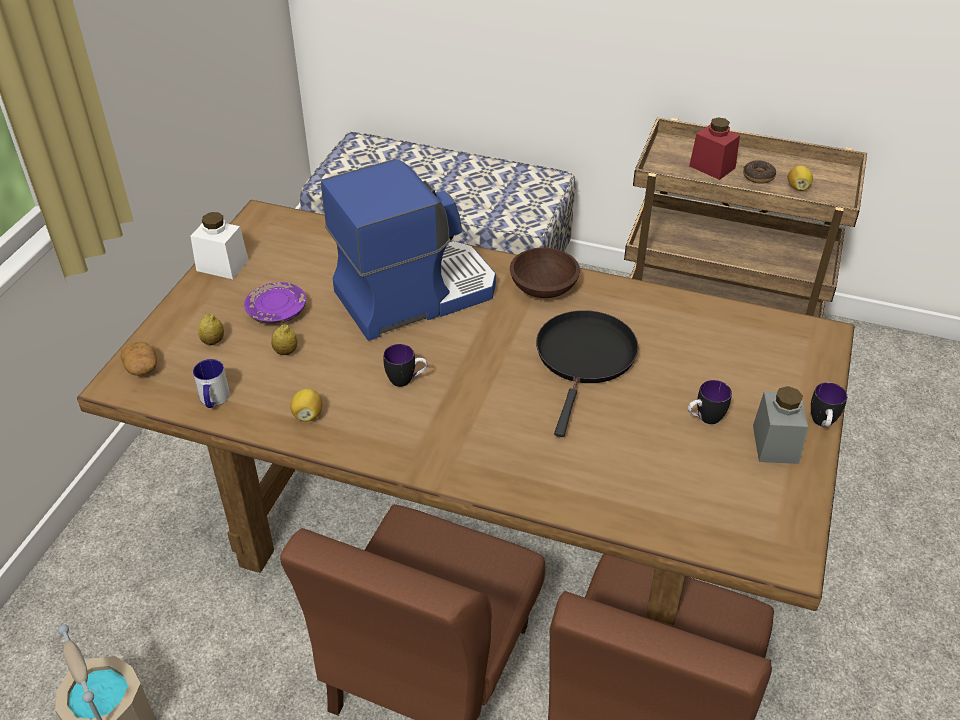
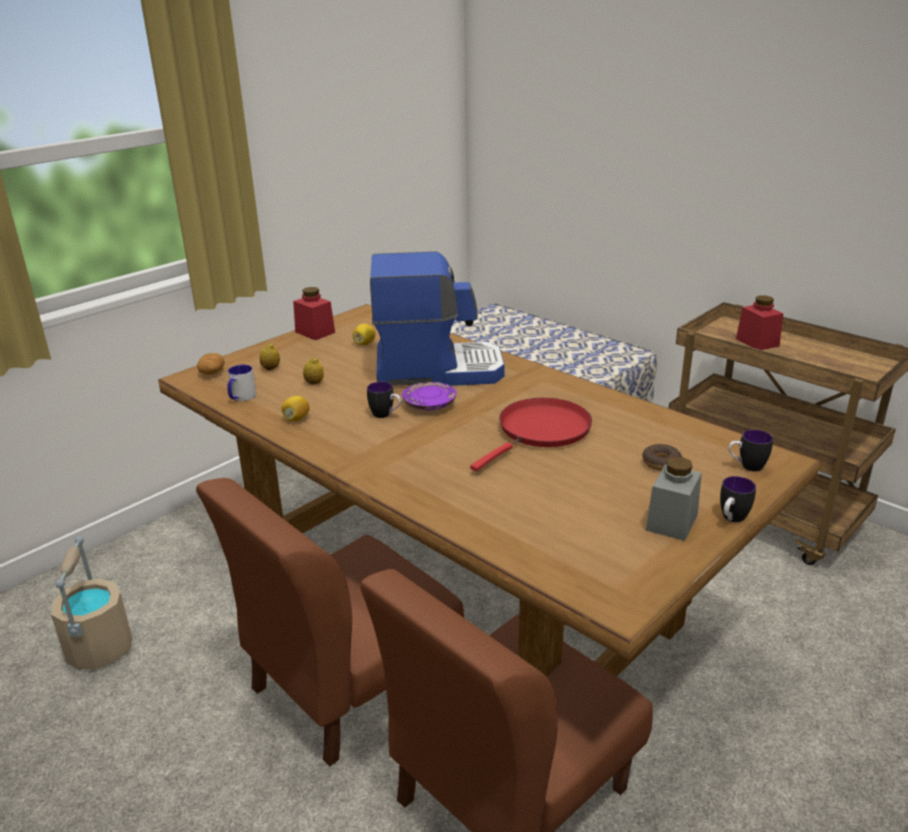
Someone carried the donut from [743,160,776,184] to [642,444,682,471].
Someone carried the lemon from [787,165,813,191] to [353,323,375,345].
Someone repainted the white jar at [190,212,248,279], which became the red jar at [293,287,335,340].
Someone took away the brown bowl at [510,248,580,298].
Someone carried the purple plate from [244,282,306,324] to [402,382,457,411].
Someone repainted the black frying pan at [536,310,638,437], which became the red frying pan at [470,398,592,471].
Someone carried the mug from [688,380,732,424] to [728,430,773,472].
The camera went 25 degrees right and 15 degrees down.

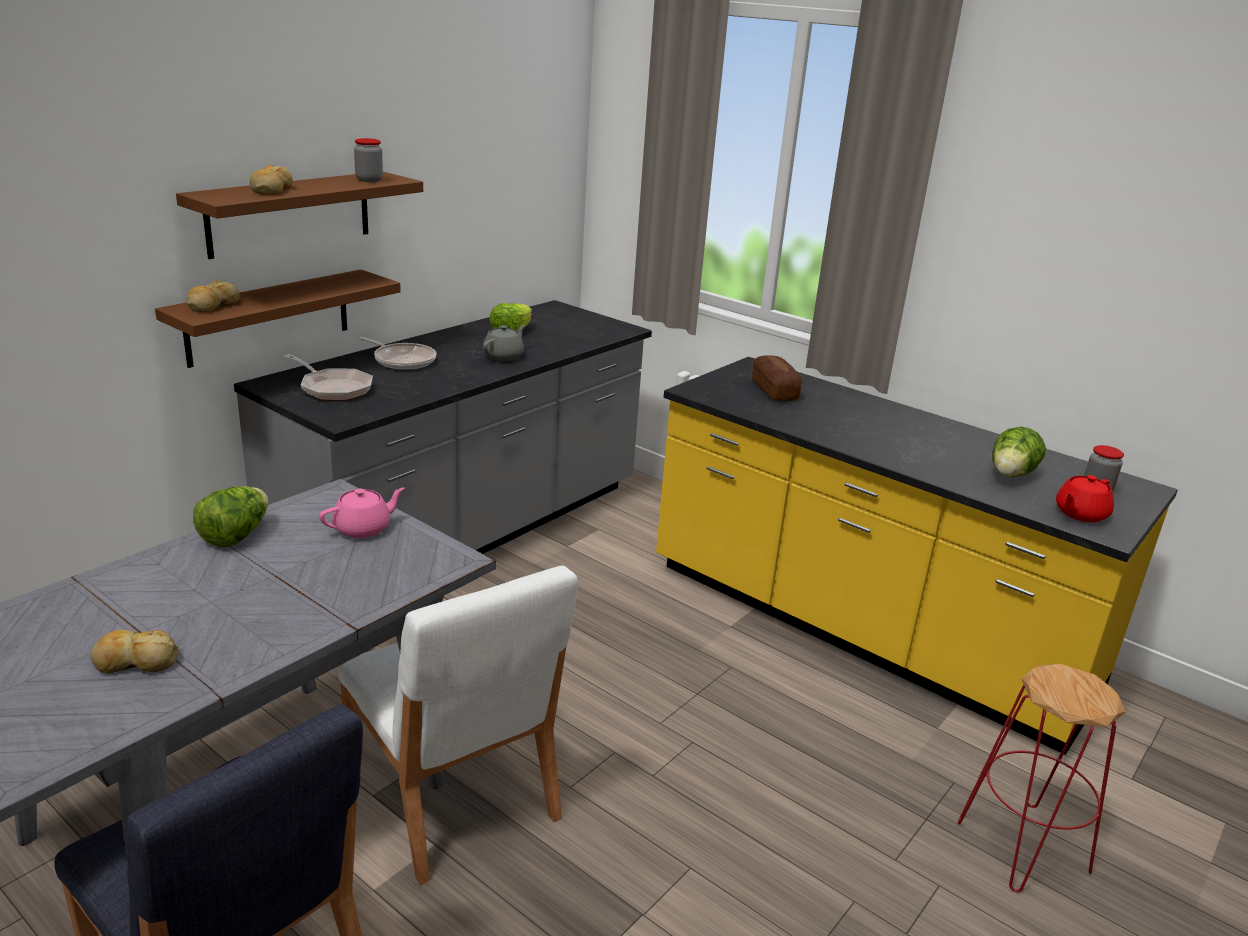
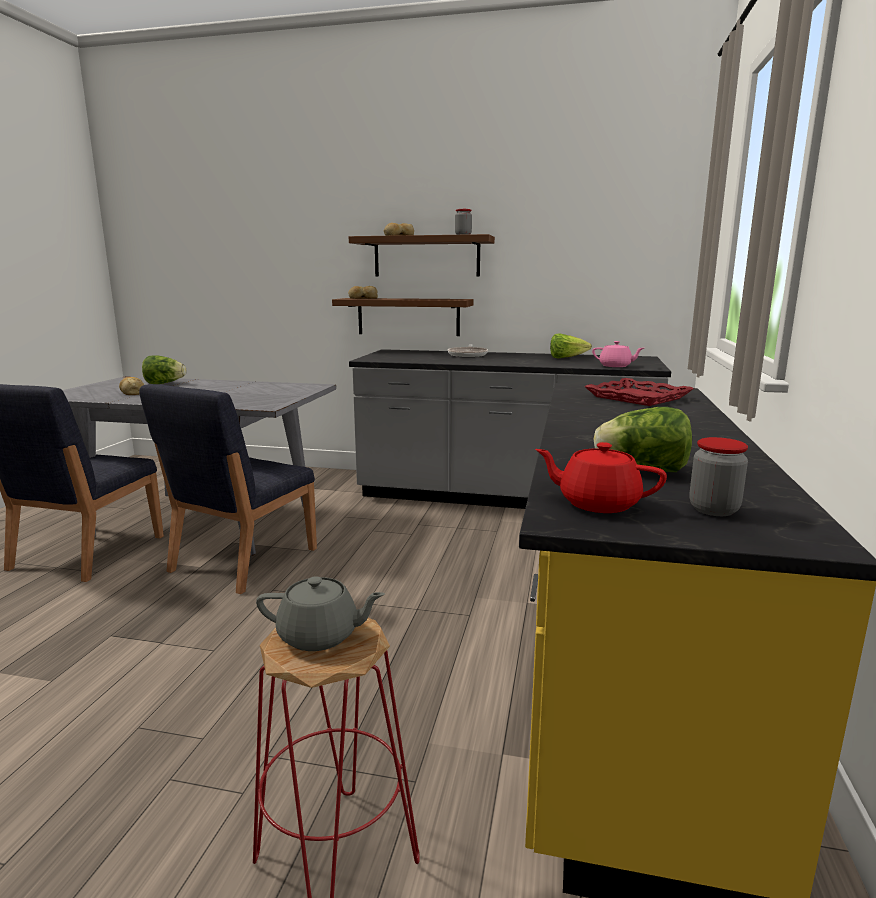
Someone carried the grey teapot from [483,324,525,361] to [256,576,385,651].
Someone took away the frying pan at [283,354,373,401].
Someone swapped the bread at [752,355,803,401] for the red tray at [584,378,694,406].
Someone carried the lettuce from [193,486,269,547] to [142,355,187,384].
Someone carried the pink teapot from [319,487,405,538] to [592,341,644,367].
Someone repainted the white chair at [338,566,578,885], which became the blue chair at [139,384,317,594].
The camera went 65 degrees right and 10 degrees down.

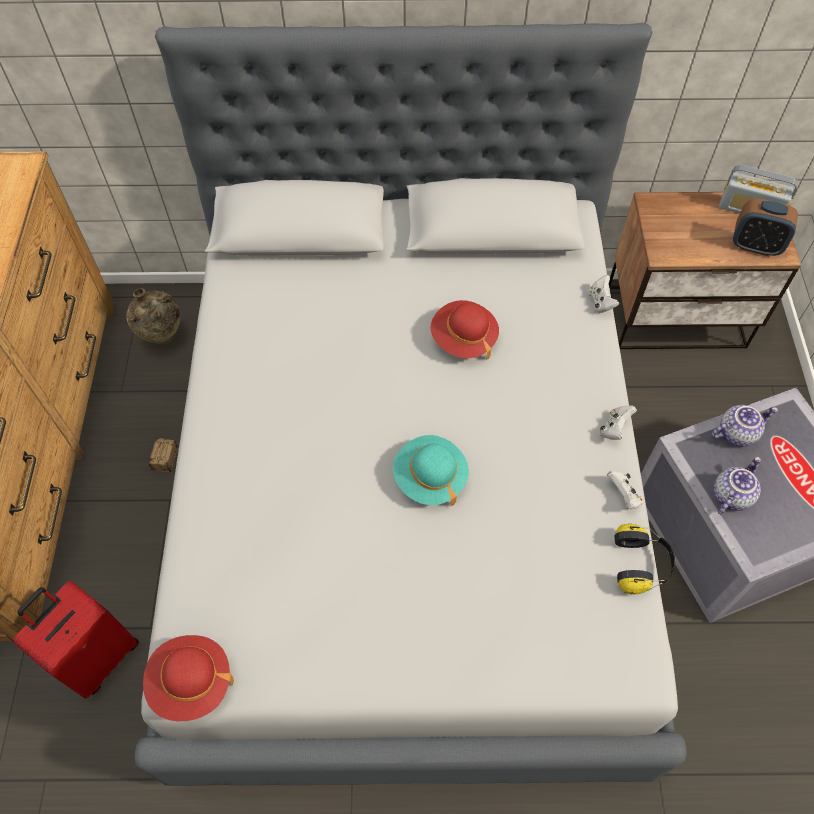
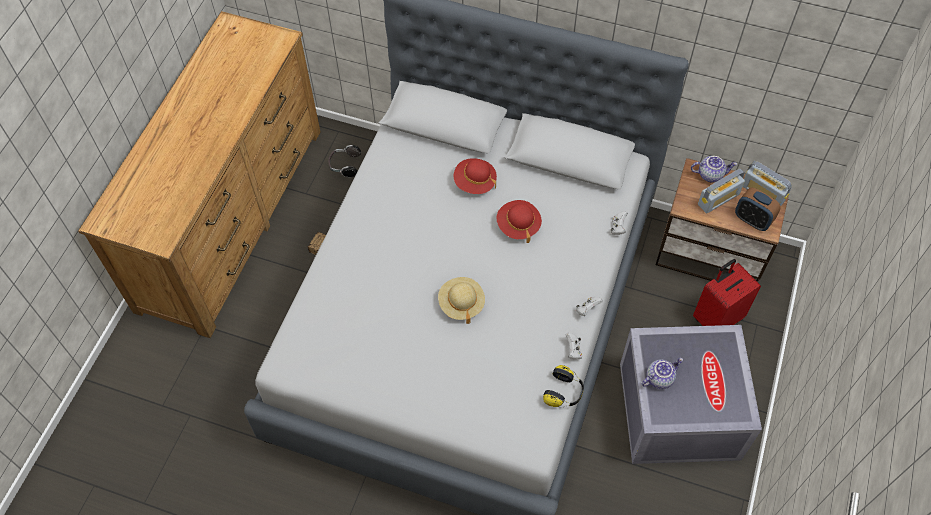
Someone swapped the beige vase at [126,288,180,344] for the headphones at [328,145,361,178].
Someone carried the teapot from [712,405,778,447] to [691,156,737,183].
Someone repainted the turquoise hat at [393,435,469,506], which became the beige hat at [438,277,485,324].
Someone carried the red suitcase from [13,581,139,699] to [693,259,761,326].
Someone carried the red hat from [143,635,234,721] to [454,158,497,194].
Someone put down the radio at [698,169,745,213].
The camera went 20 degrees right and 0 degrees up.

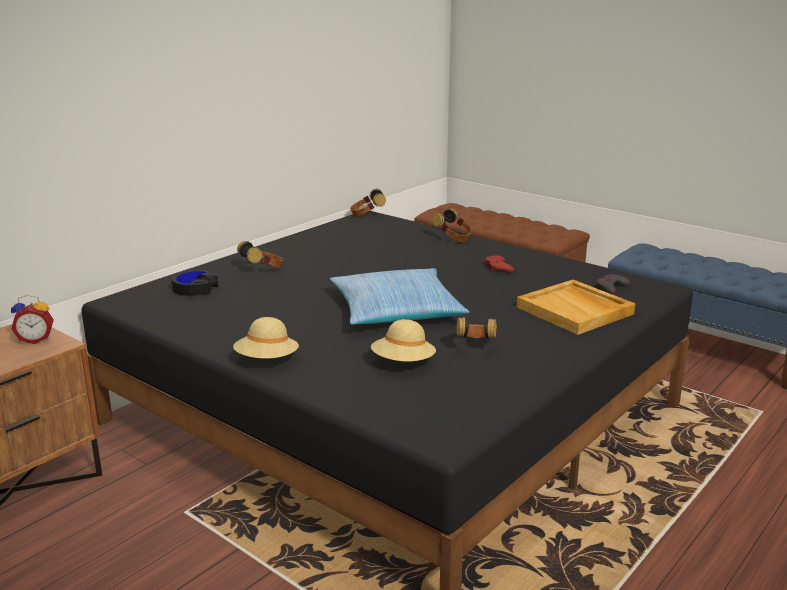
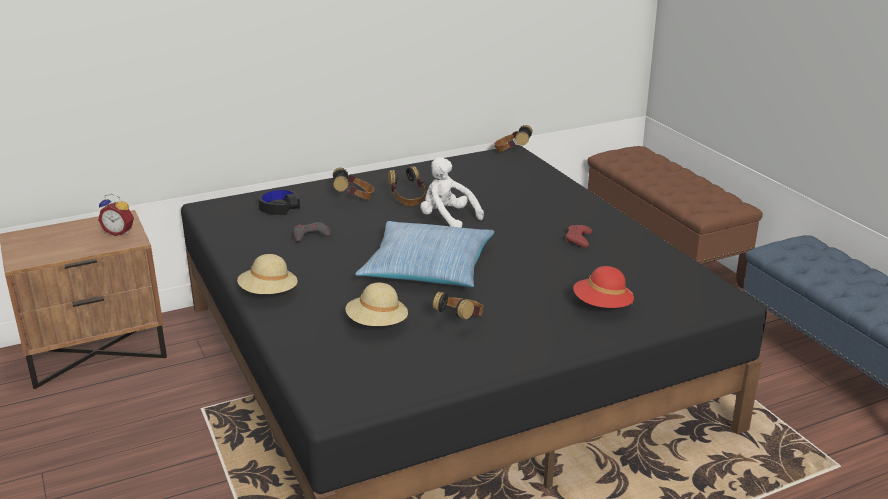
Someone carried the headphones from [432,208,472,242] to [388,166,425,206].
Someone carried the grey game controller from [596,274,630,294] to [293,222,331,242].
Someone swapped the beige tray at [517,280,635,335] for the red hat at [573,266,634,308].
Someone put down the white plush toy at [420,157,484,228].
The camera went 25 degrees right and 5 degrees up.

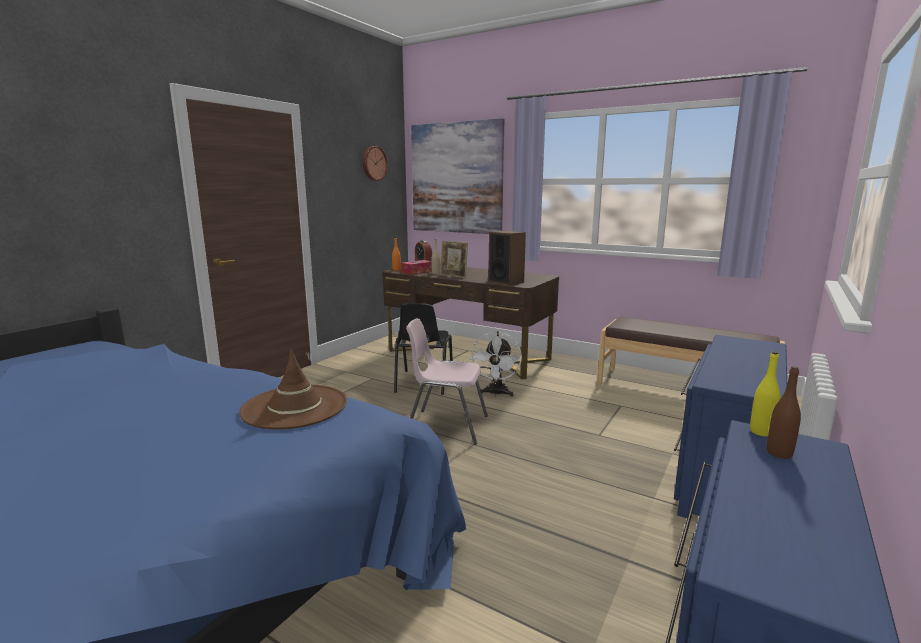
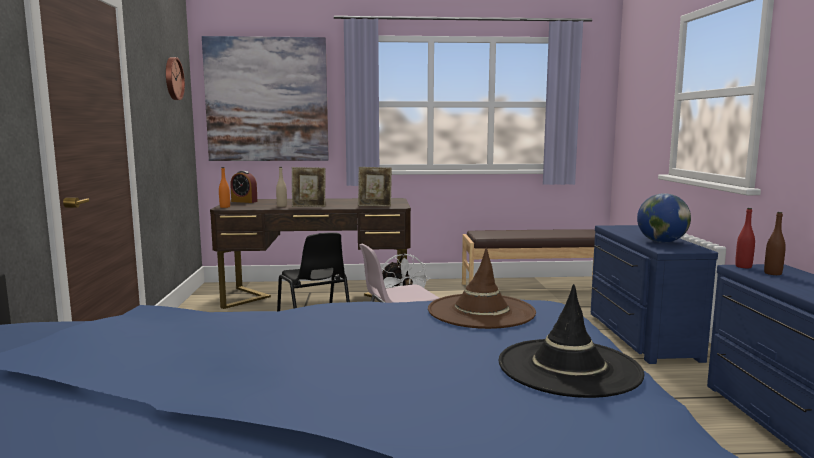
Someone swapped the speaker at [488,231,526,286] for the picture frame at [358,167,392,206].
Someone took away the tissue box at [401,260,432,275].
Someone repainted the yellow bottle at [750,351,781,437], which became the red bottle at [735,208,755,268].
Someone put down the globe at [637,193,691,243].
Someone put down the black hat at [498,284,645,398].
The camera went 35 degrees left and 5 degrees down.

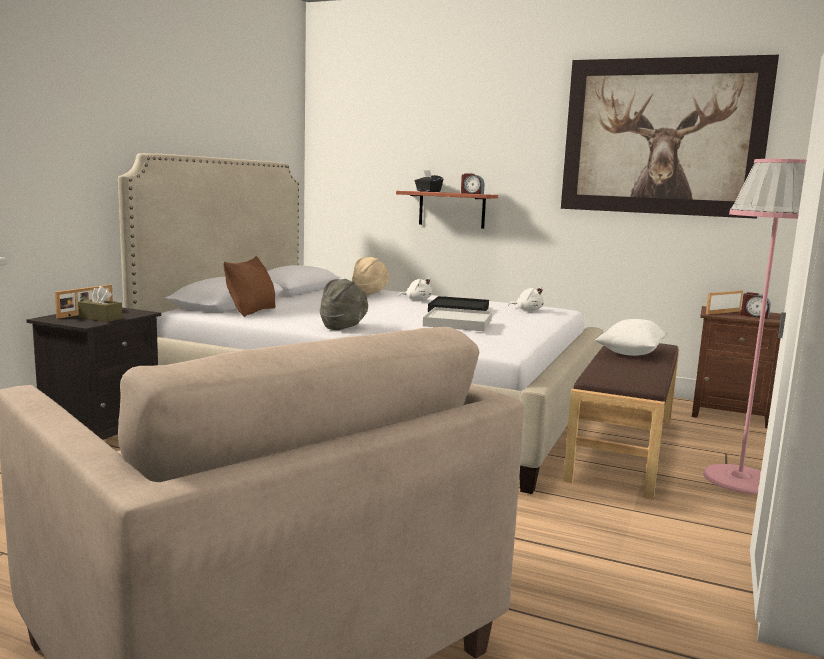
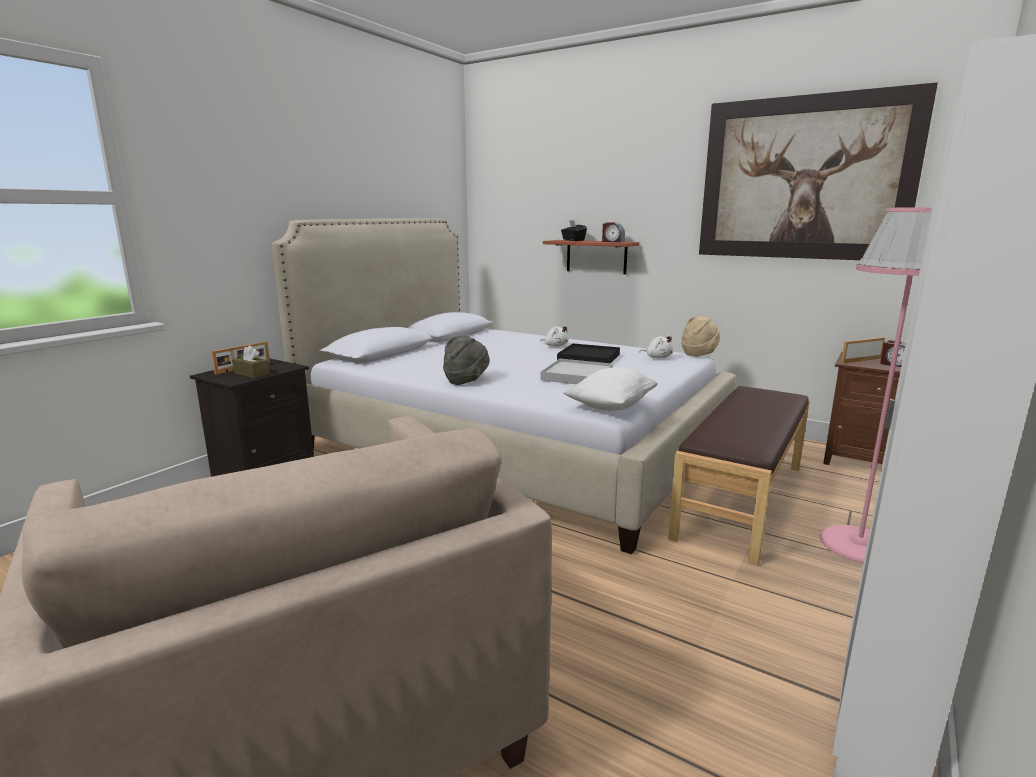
Someone took away the brown pillow at [223,256,275,317].
Someone carried the beige hat from [352,257,389,296] to [681,316,720,357].
Someone carried the white pillow from [595,319,668,356] to [563,367,658,411].
The camera went 10 degrees right and 5 degrees up.

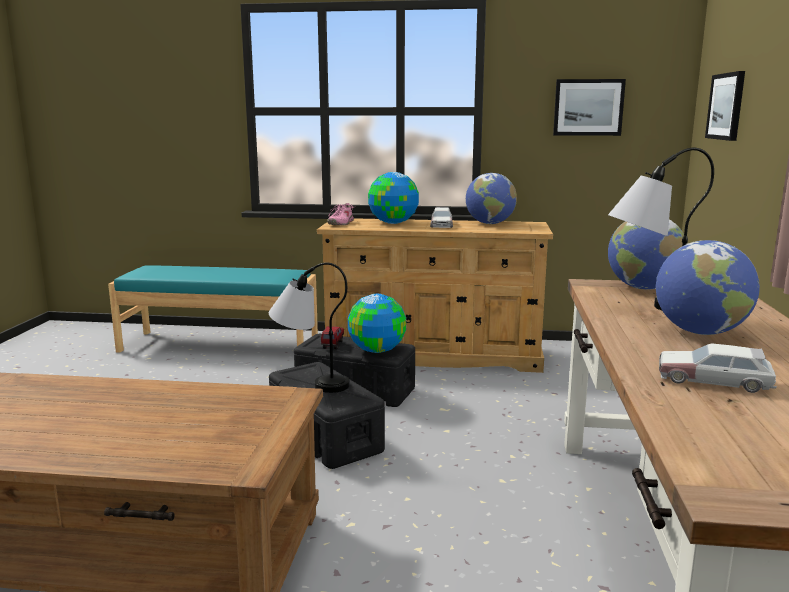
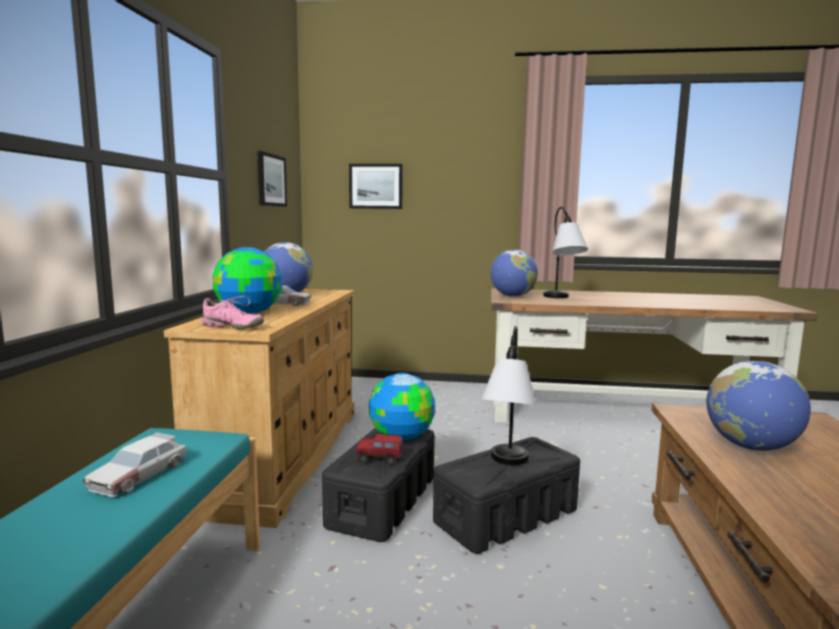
Someone carried the globe from [656,240,760,335] to [706,361,811,451].
Someone carried the toy car from [659,344,777,393] to [83,432,187,497].
The camera went 90 degrees left and 5 degrees down.

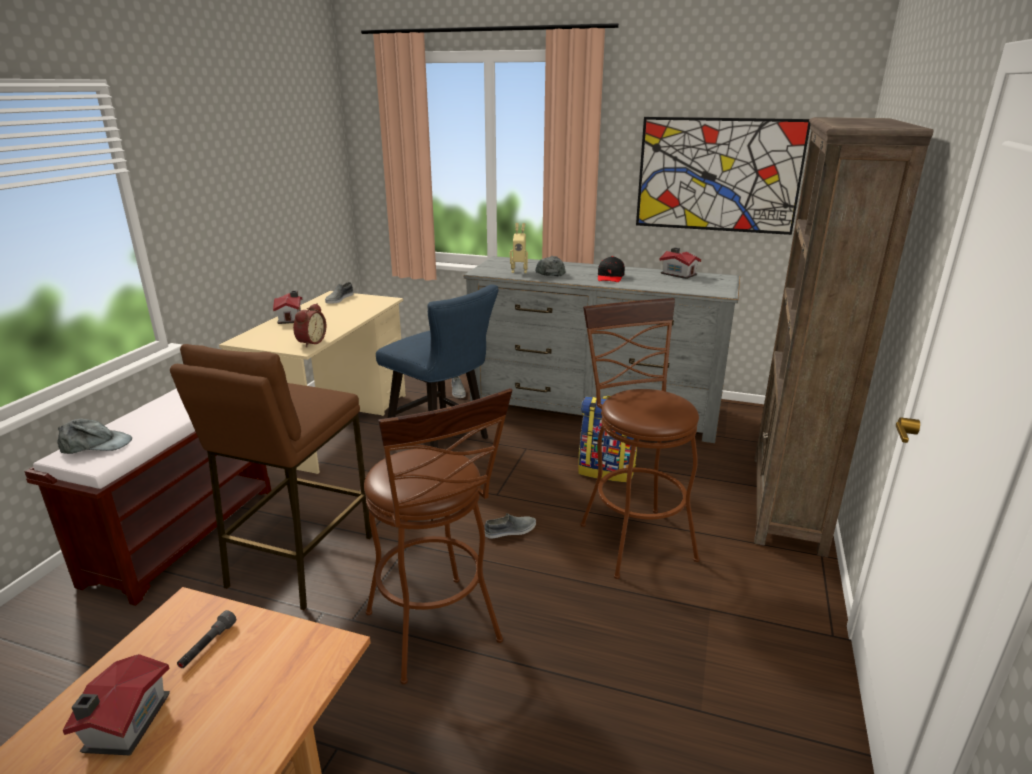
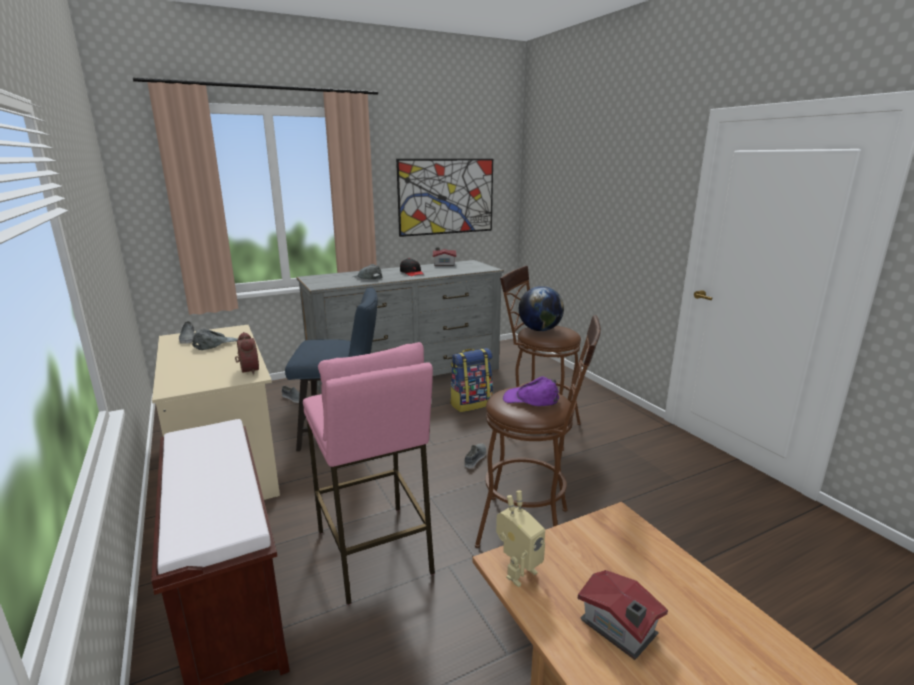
Someone took away the brown bookcase at [754,117,933,557].
Someone carried the toy robot from [510,223,528,273] to [496,490,545,587].
Someone took away the toy house at [273,291,303,324].
Someone repainted the brown stool at [170,344,372,610], which became the pink stool at [303,342,435,605].
Someone carried the grey cap from [57,419,132,454] to [192,329,238,350].
Someone took away the grey flashlight at [177,610,236,668].
Someone put down the globe at [519,286,564,331].
Someone put down the purple cap at [503,376,559,406].
The camera went 45 degrees left and 5 degrees down.

